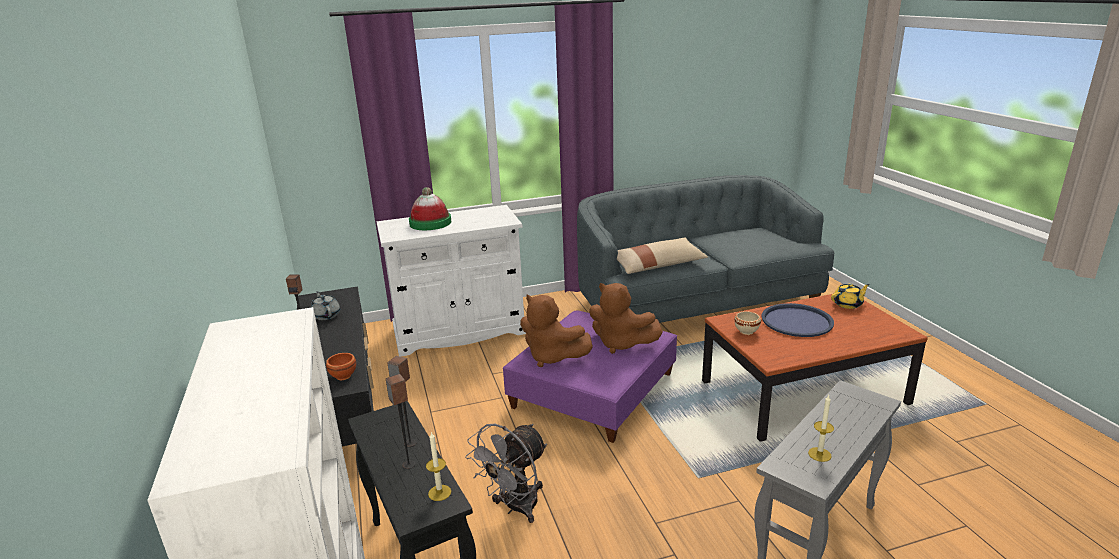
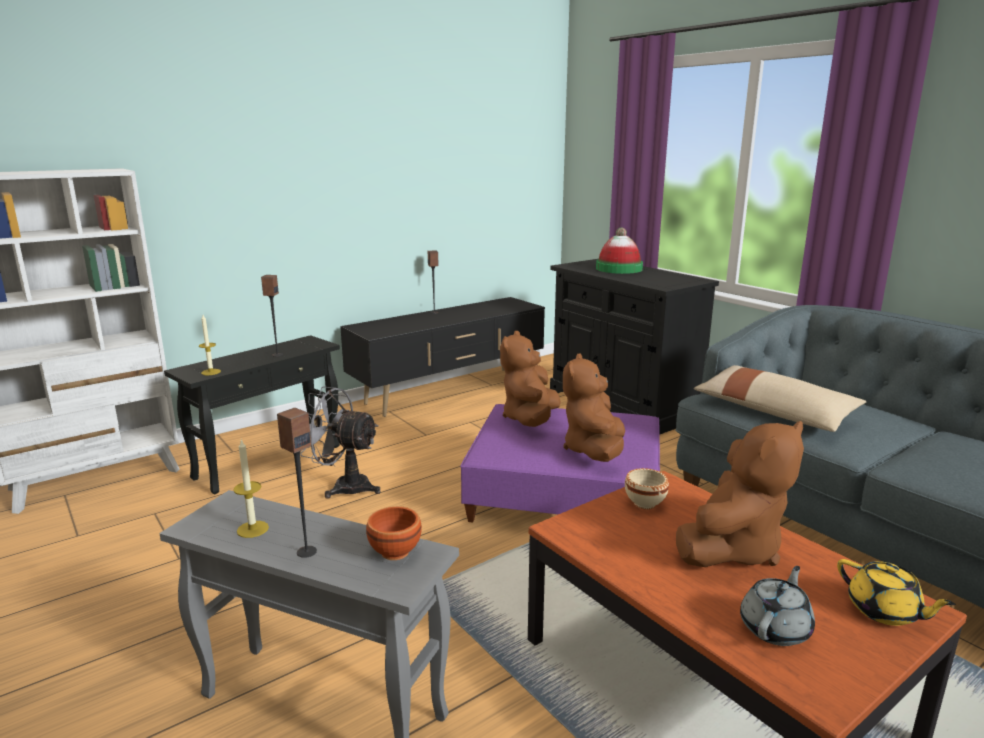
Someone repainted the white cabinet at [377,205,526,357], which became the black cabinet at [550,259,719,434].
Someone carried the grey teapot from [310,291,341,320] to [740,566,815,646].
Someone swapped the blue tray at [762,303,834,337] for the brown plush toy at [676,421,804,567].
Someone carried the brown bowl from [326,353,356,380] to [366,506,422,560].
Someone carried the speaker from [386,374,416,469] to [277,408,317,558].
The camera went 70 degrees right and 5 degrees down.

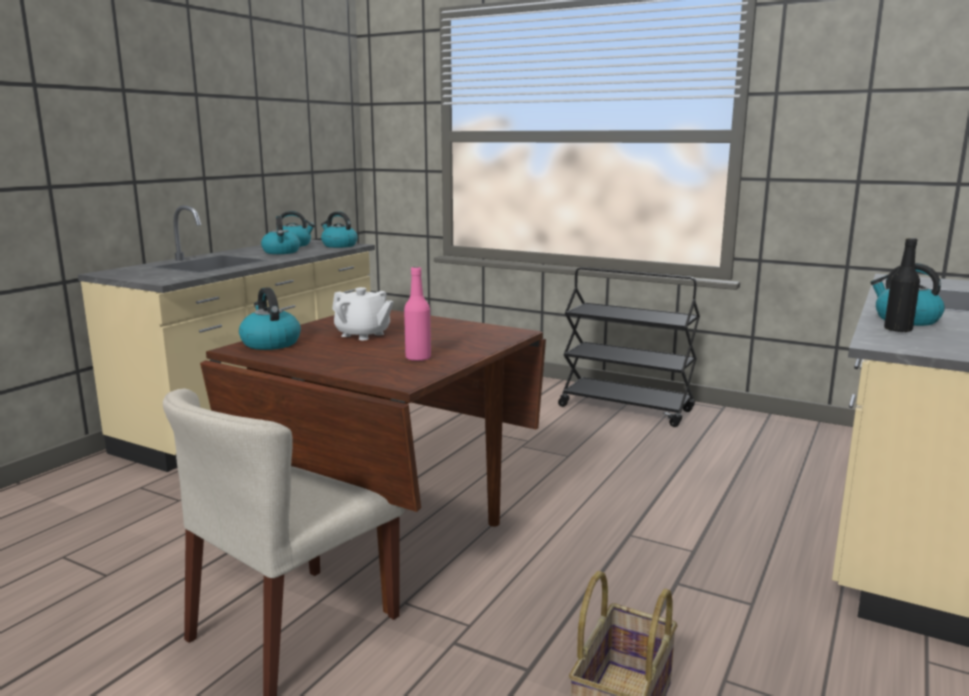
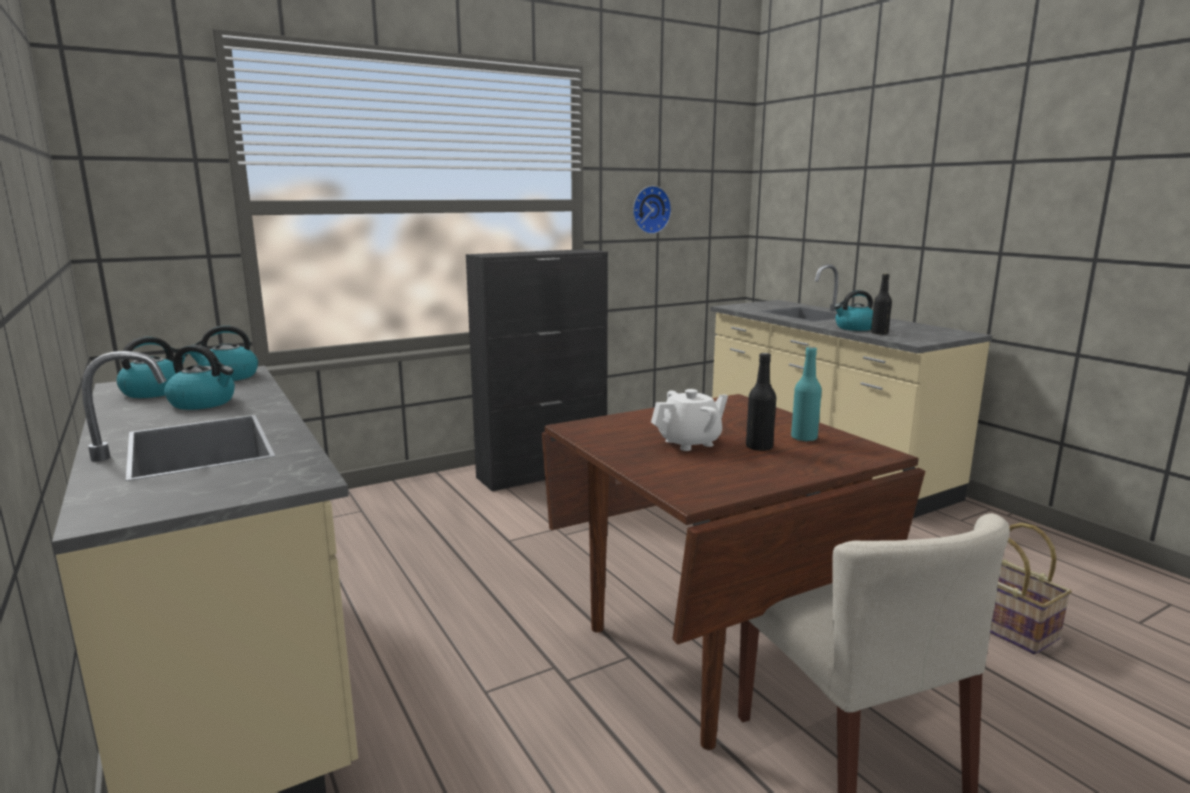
Someone repainted the pink bottle at [404,267,431,361], which became the turquoise bottle at [791,347,822,442].
Someone swapped the black cart at [558,267,700,427] for the black cabinet at [466,249,608,491].
Someone took away the kettle at [239,287,301,350].
Someone put up the wall clock at [633,186,672,234].
Someone put down the black bottle at [746,353,776,451].
The camera went 60 degrees left and 0 degrees up.

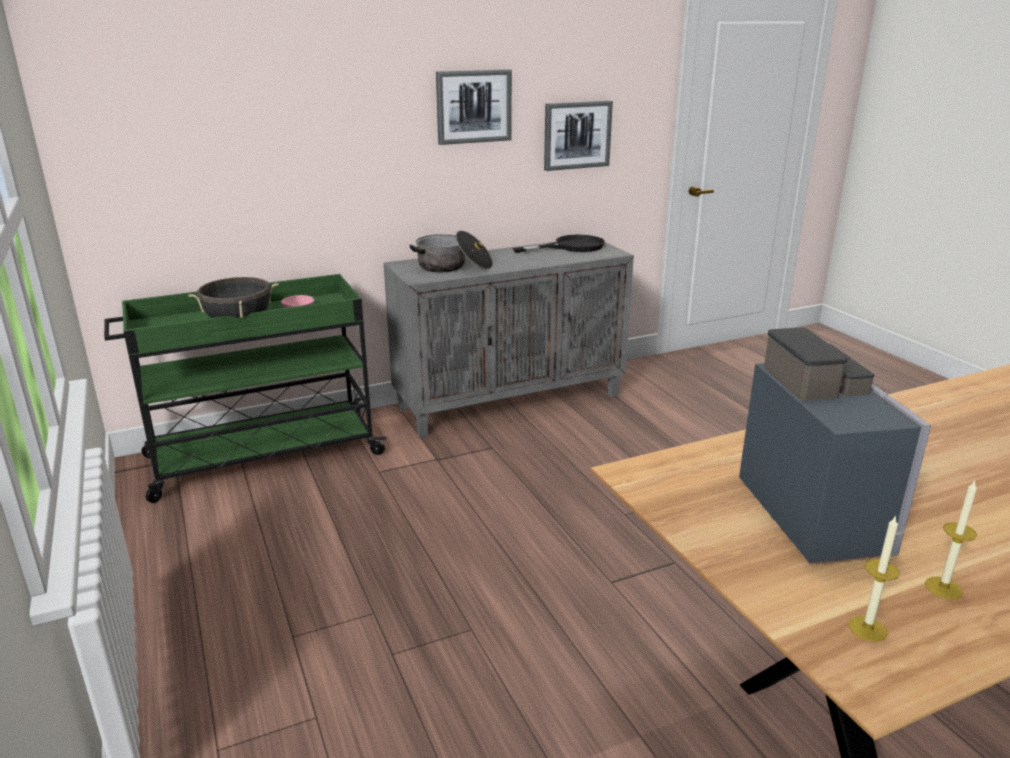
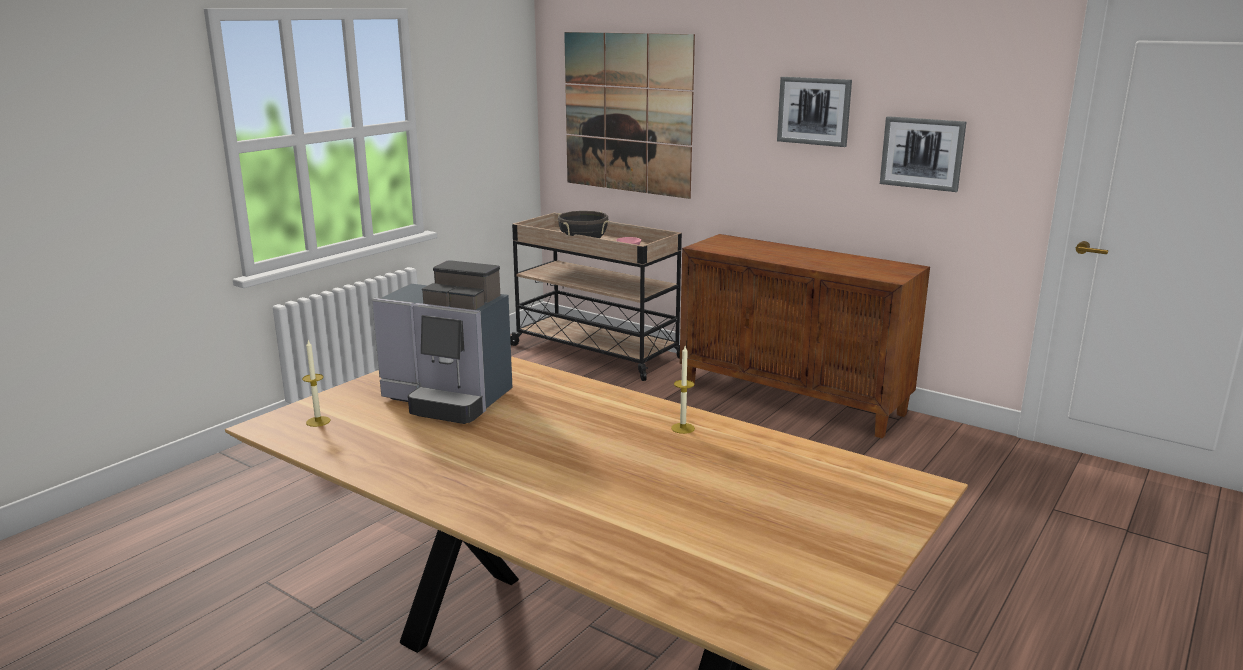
Someone took away the cooking pot at [410,231,493,272].
Someone took away the black frying pan at [513,235,605,253].
Someone repainted the grey cabinet at [384,242,634,437], which became the brown cabinet at [680,234,930,438].
Someone repainted the green cart at [104,274,387,503], which became the beige cart at [510,213,682,381].
Someone rotated the coffee machine at [739,327,931,563] by 60 degrees clockwise.
Someone carried the candle from [925,480,977,599] to [671,346,695,434].
Someone put up the picture at [564,32,695,199].
The camera went 60 degrees right and 5 degrees down.

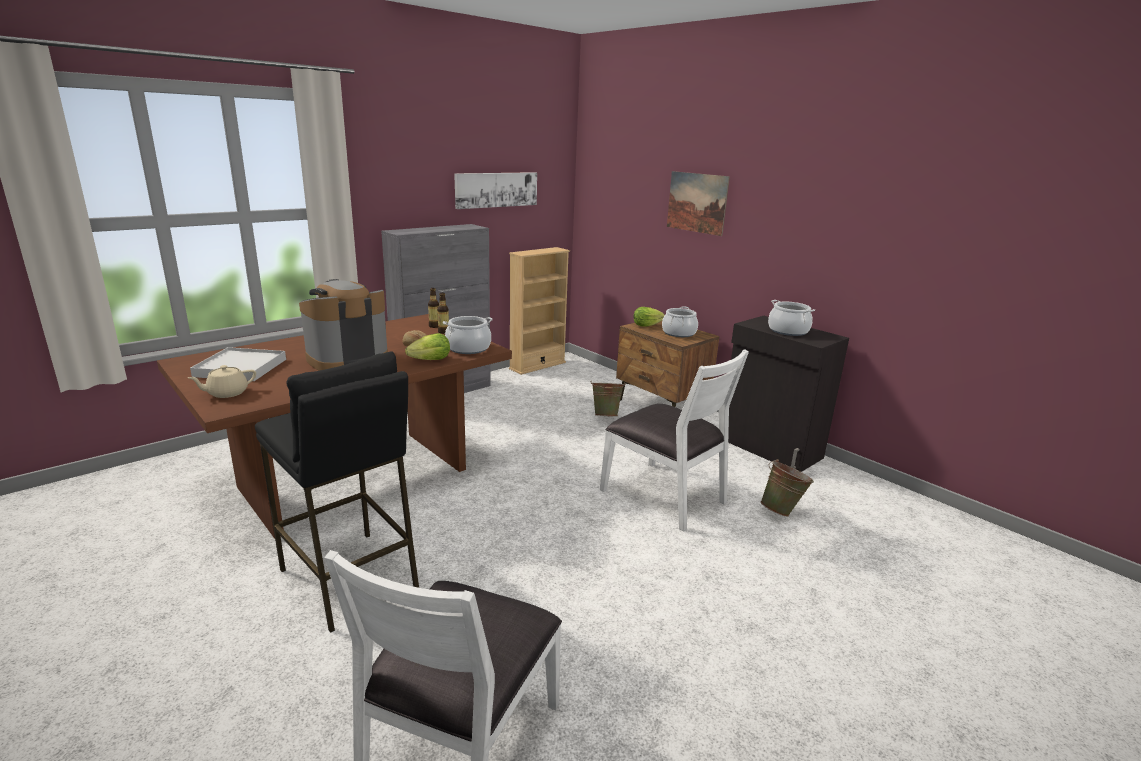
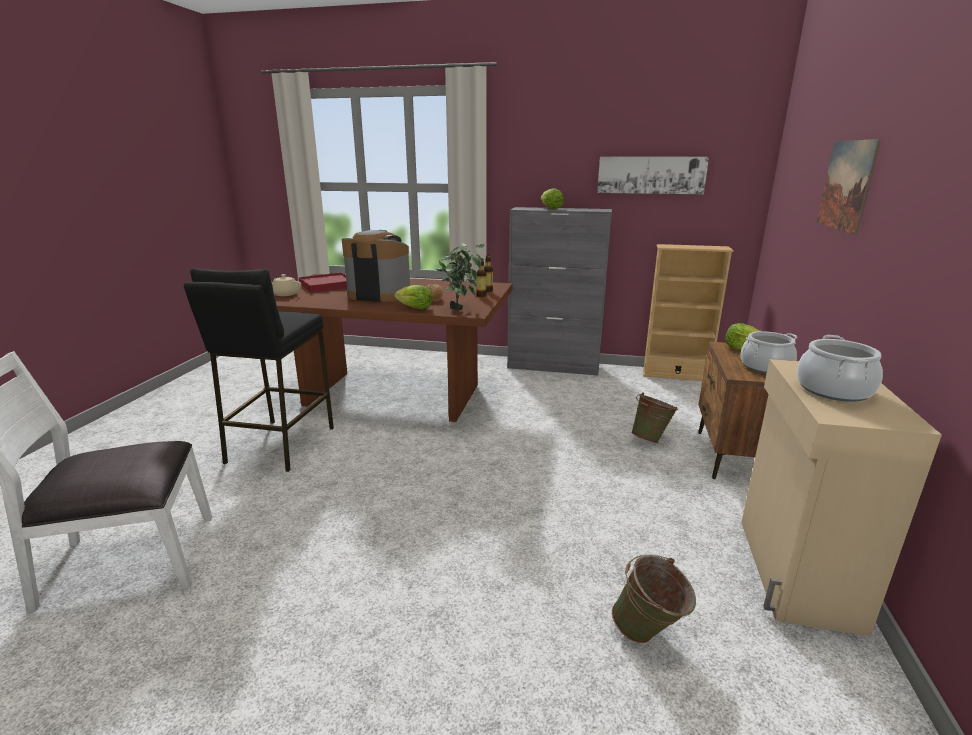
Someone swapped the cooking pot at [443,316,493,354] for the potted plant at [436,243,485,310].
Someone repainted the black cabinet at [728,316,849,472], which became the beige cabinet at [741,359,942,636].
Someone repainted the white tray at [190,347,286,381], which became the red tray at [299,273,347,293].
Someone took away the white chair at [600,349,749,532].
Someone put down the lettuce at [541,189,564,209].
The camera went 55 degrees right and 0 degrees up.

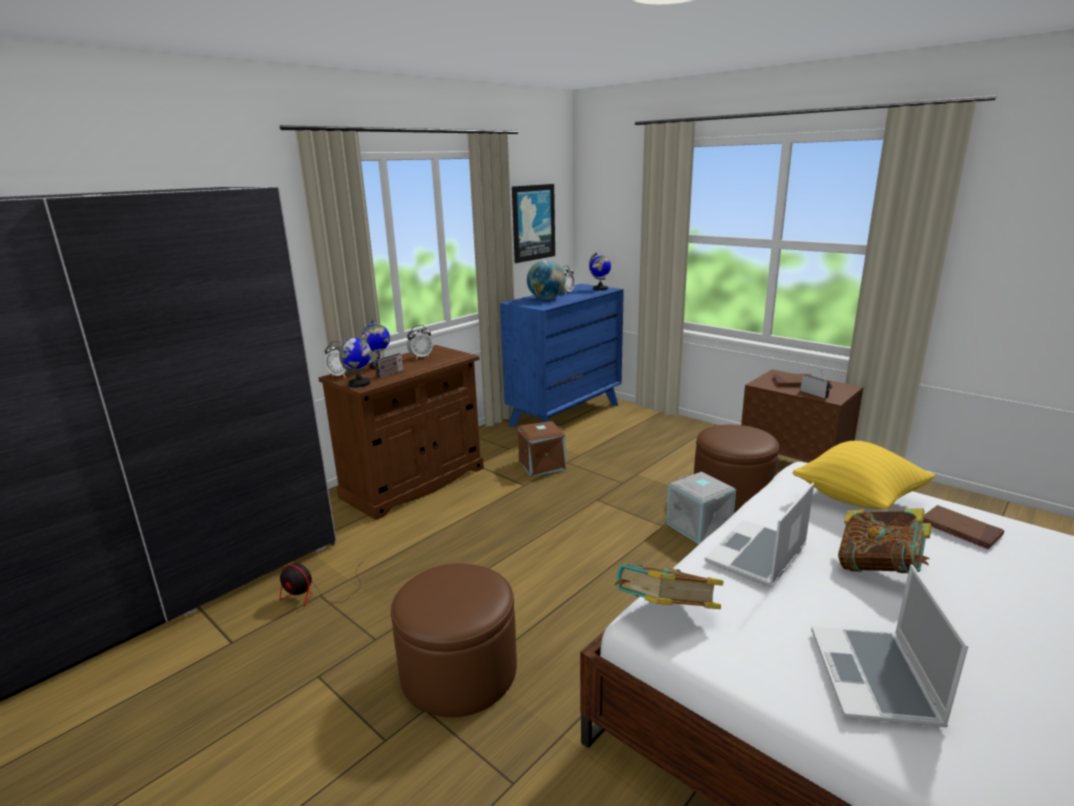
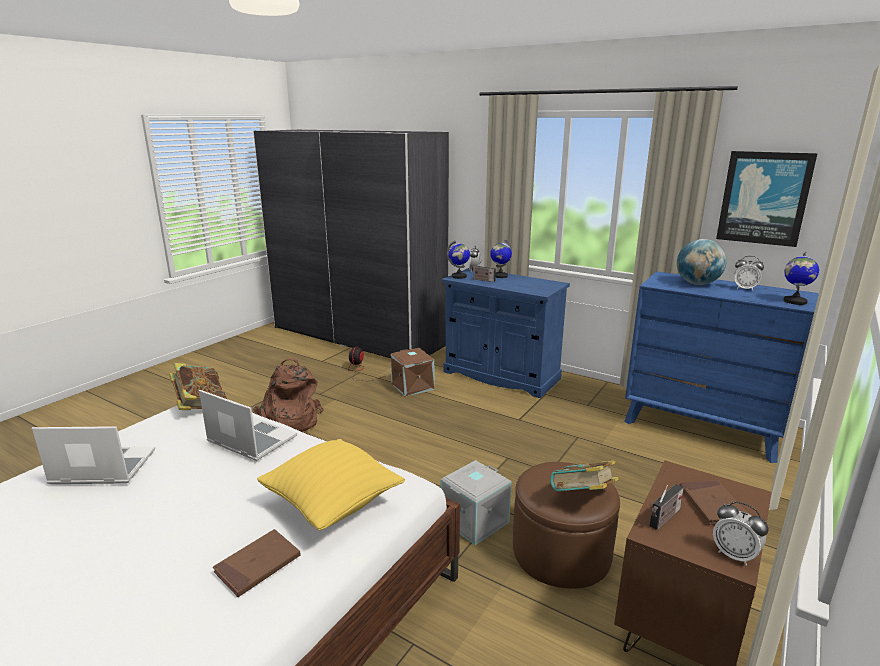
Someone carried the alarm clock from [407,325,433,360] to [713,502,769,566].
Someone repainted the brown cabinet at [319,345,484,520], which became the blue cabinet at [442,268,570,398].
Someone carried the brown storage box from [518,421,566,476] to [391,348,434,397].
Someone carried the book from [838,508,932,573] to [550,460,619,491].
Someone swapped the brown ottoman at [391,563,517,717] for the brown backpack at [253,358,323,432].
The camera went 80 degrees right and 0 degrees up.

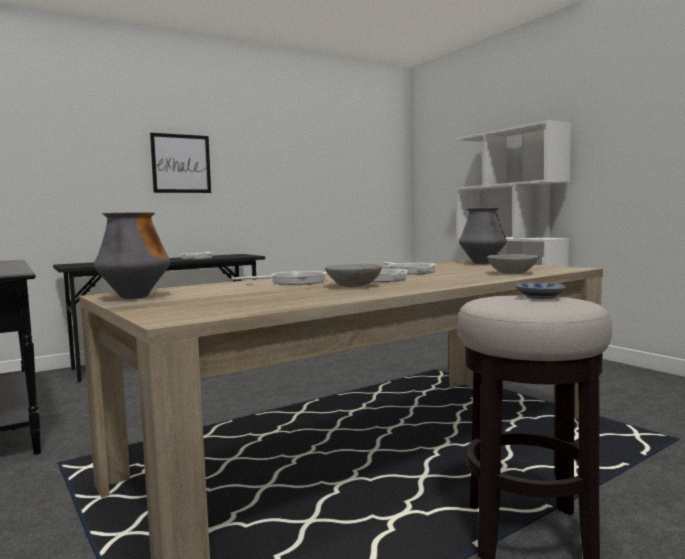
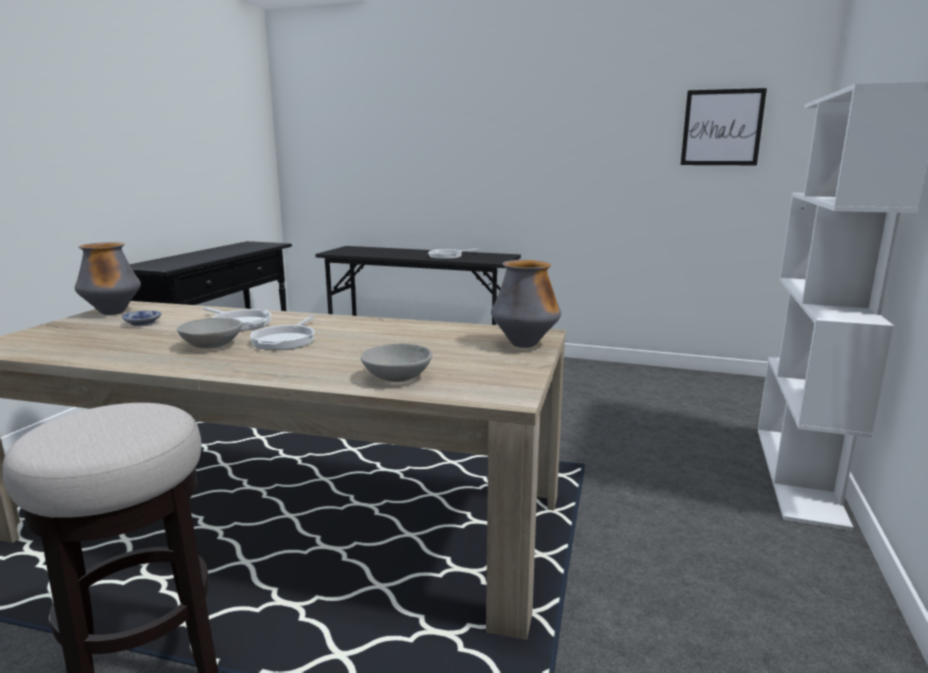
Someone carried the picture from [150,133,211,193] to [681,88,767,165].
Someone took away the frying pan at [383,262,436,274].
Someone carried the bowl from [516,283,566,299] to [122,311,162,326].
The camera went 50 degrees right and 10 degrees up.

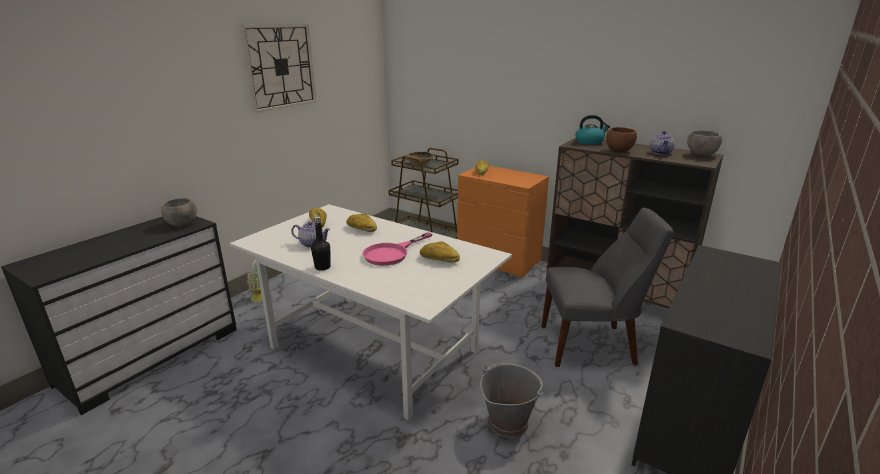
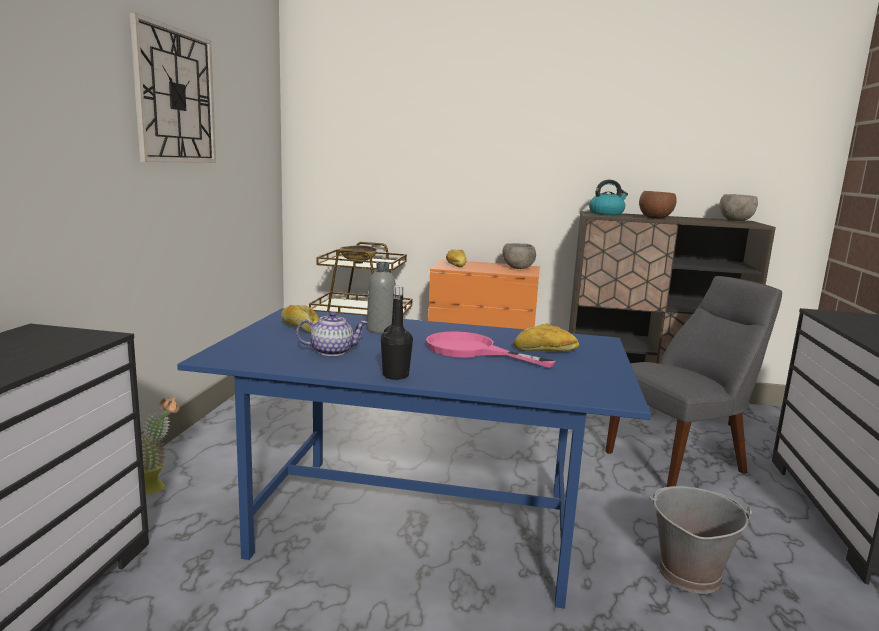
Someone took away the teapot at [650,131,675,155].
Someone carried the grey bowl from [161,198,197,227] to [502,243,536,269].
Someone repainted the white dining table at [230,204,512,420], which became the blue dining table at [177,308,651,609].
Someone swapped the bread at [346,213,377,232] for the grey bottle at [367,262,396,333].
Someone rotated the pink frying pan at [363,232,432,266] by 105 degrees clockwise.
The camera went 25 degrees left and 10 degrees down.

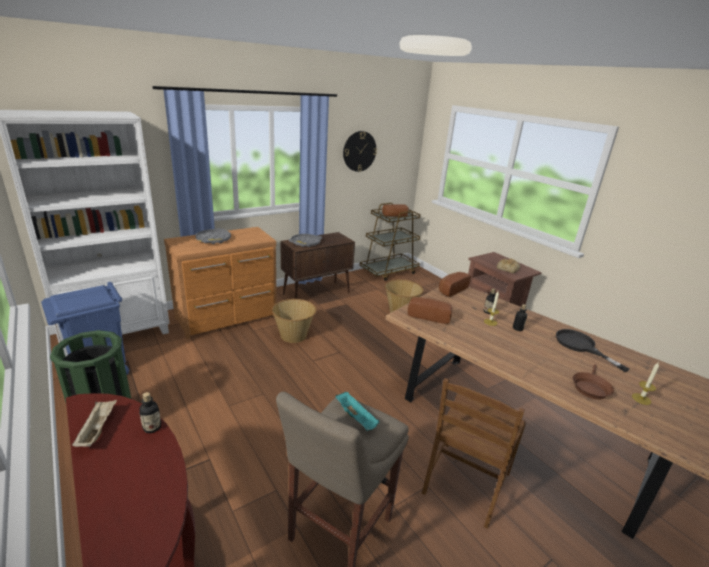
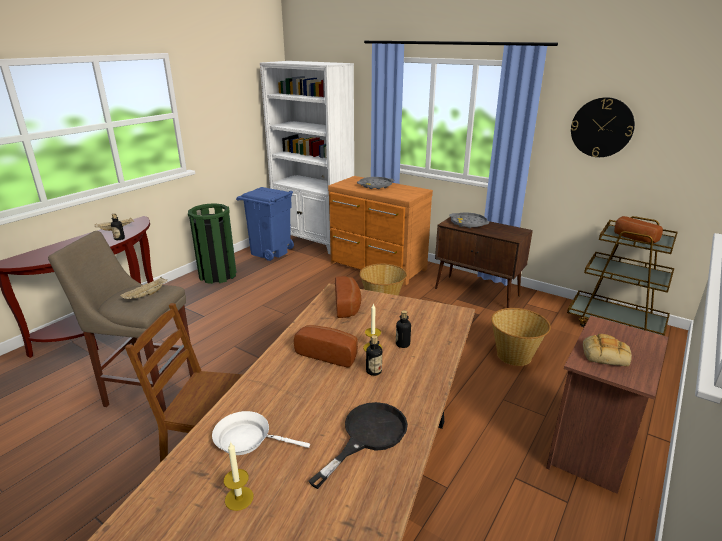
Someone carried the bread from [439,272,471,297] to [294,325,358,368].
Someone repainted the brown frying pan at [573,364,614,400], which became the white frying pan at [212,411,310,455].
Someone repainted the turquoise tray at [336,392,379,431], which became the beige tray at [120,277,167,299].
The camera went 70 degrees right and 0 degrees up.

